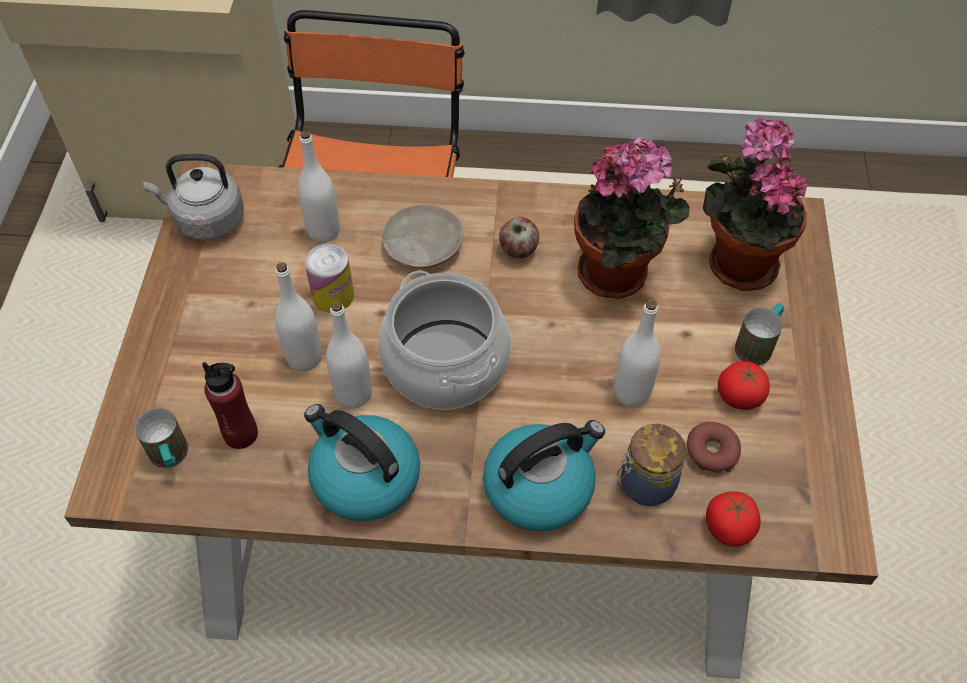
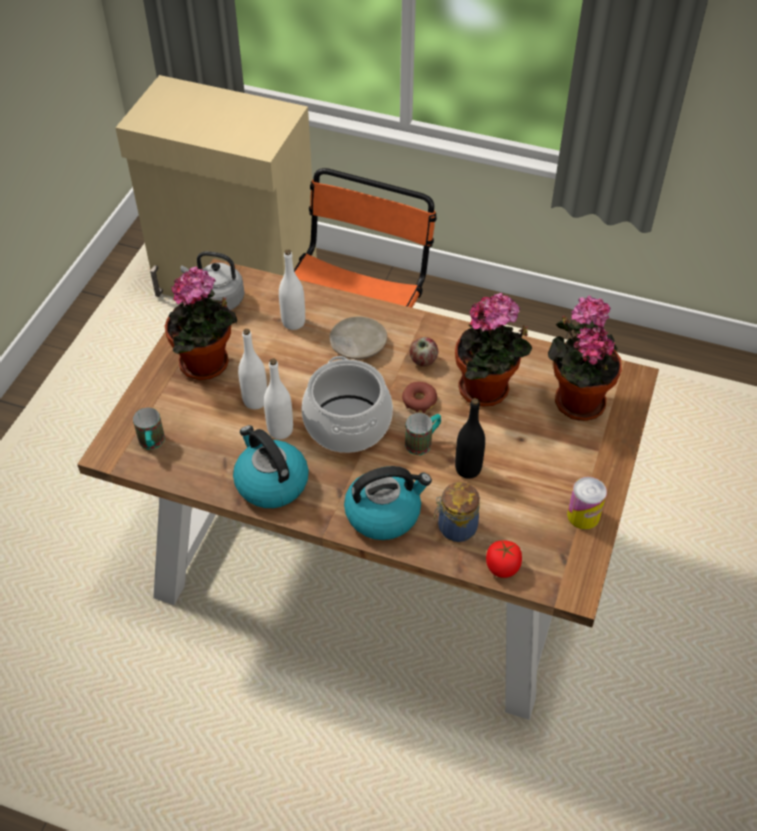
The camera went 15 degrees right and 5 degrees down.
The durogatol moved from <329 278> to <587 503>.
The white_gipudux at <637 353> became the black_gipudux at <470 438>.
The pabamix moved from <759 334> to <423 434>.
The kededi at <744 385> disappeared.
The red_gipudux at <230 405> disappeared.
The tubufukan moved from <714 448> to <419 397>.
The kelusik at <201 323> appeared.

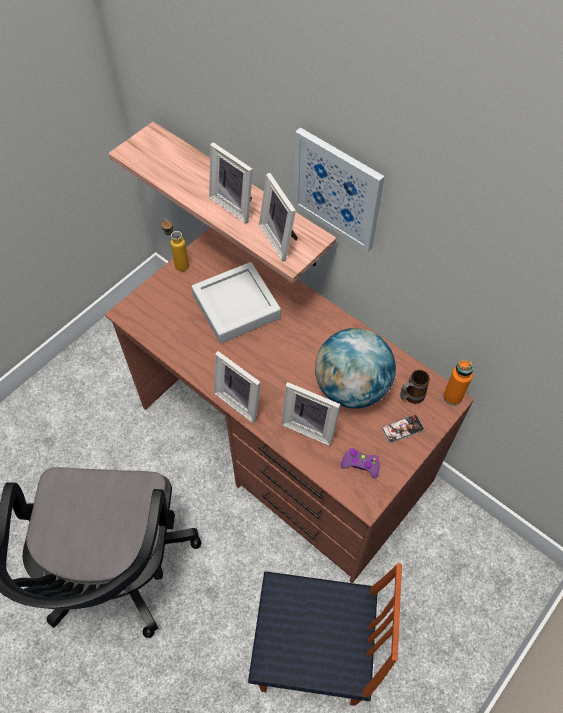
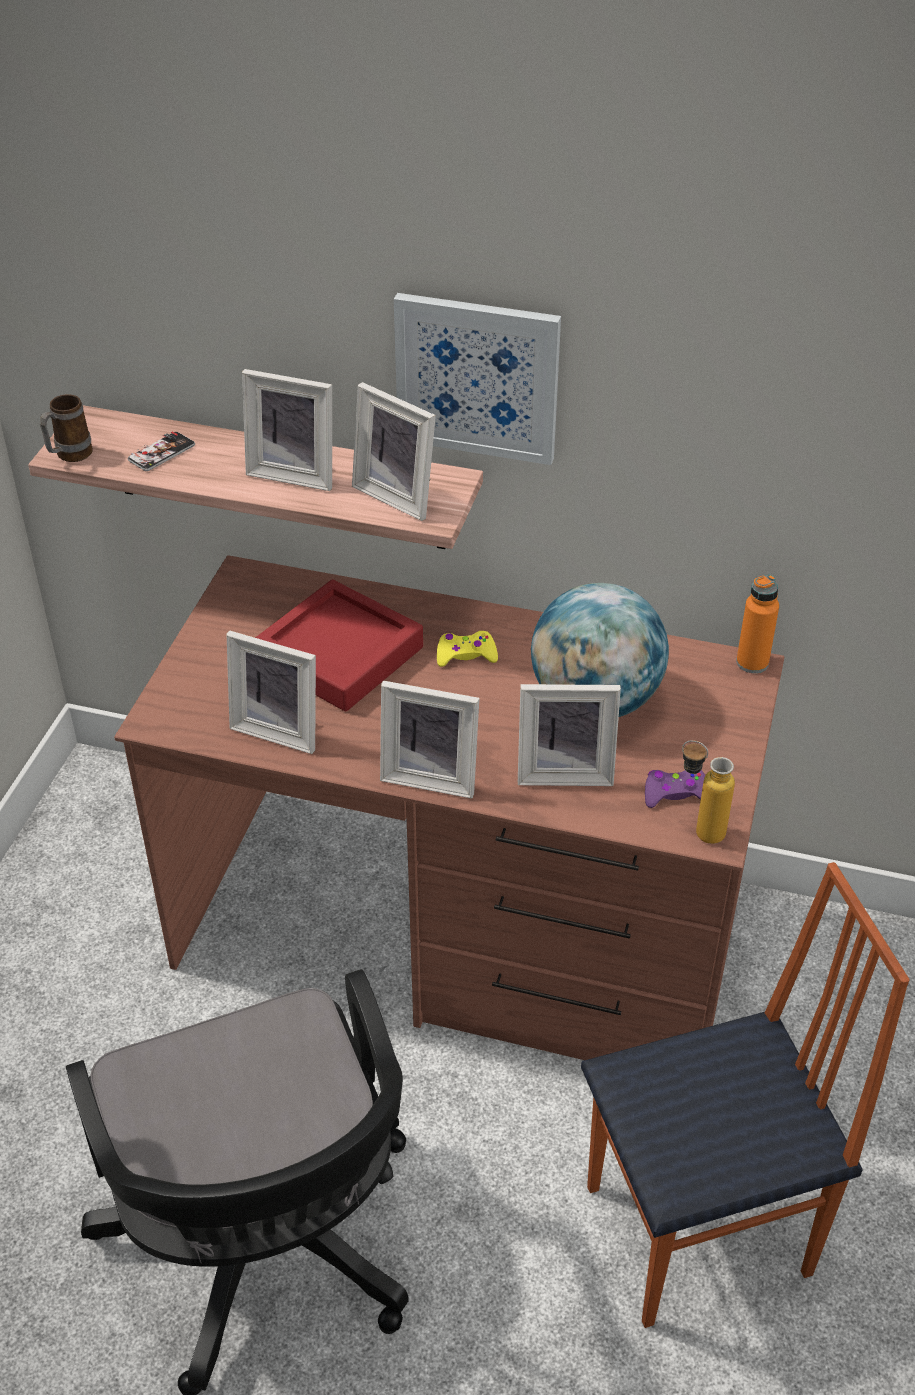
The camera went 25 degrees left and 15 degrees down.
The gipudux moved from <175 245> to <708 792>.
The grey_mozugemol at <236 303> became the red_mozugemol at <339 645>.
The pabamix moved from <415 387> to <66 428>.
The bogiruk moved from <403 429> to <161 451>.
The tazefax at <271 692> appeared.
The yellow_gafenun at <467 649> appeared.

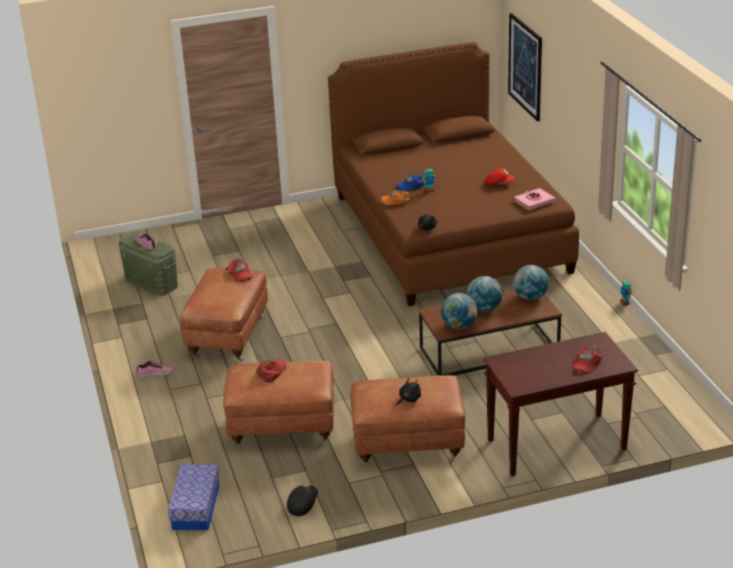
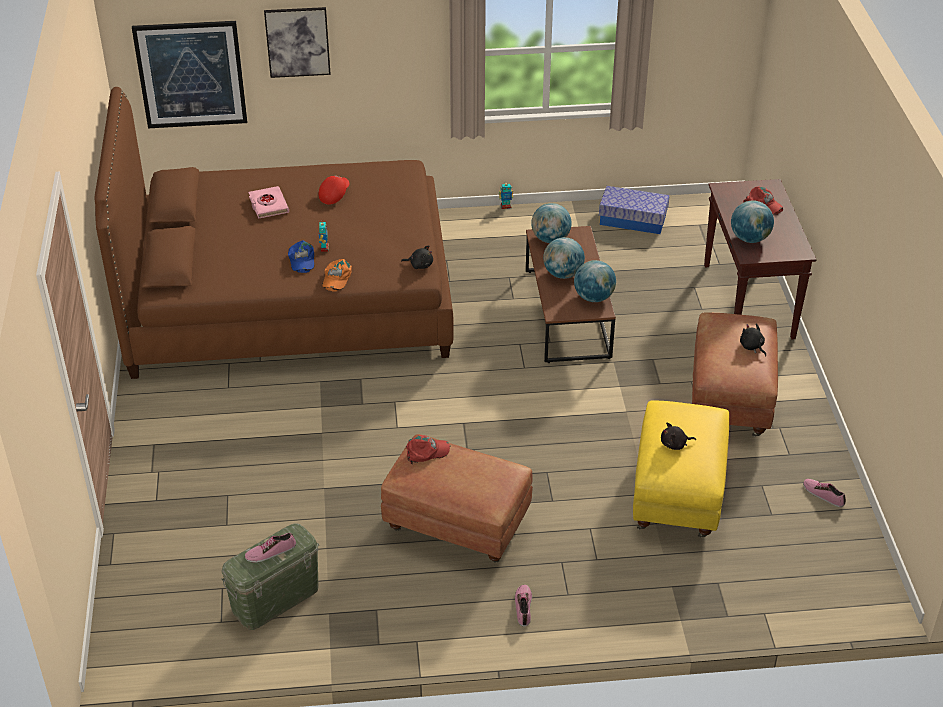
The camera went 80 degrees left and 10 degrees up.
The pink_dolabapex moved from <534 199> to <268 202>.
The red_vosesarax at <271 371> was replaced by the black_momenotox at <678 436>.
The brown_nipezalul at <278 402> became the yellow_nipezalul at <681 469>.
The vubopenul moved from <193 497> to <634 210>.
The black_vosesarax at <302 500> was replaced by the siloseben at <824 493>.
The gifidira at <297 42> appeared.
The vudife at <752 222> appeared.

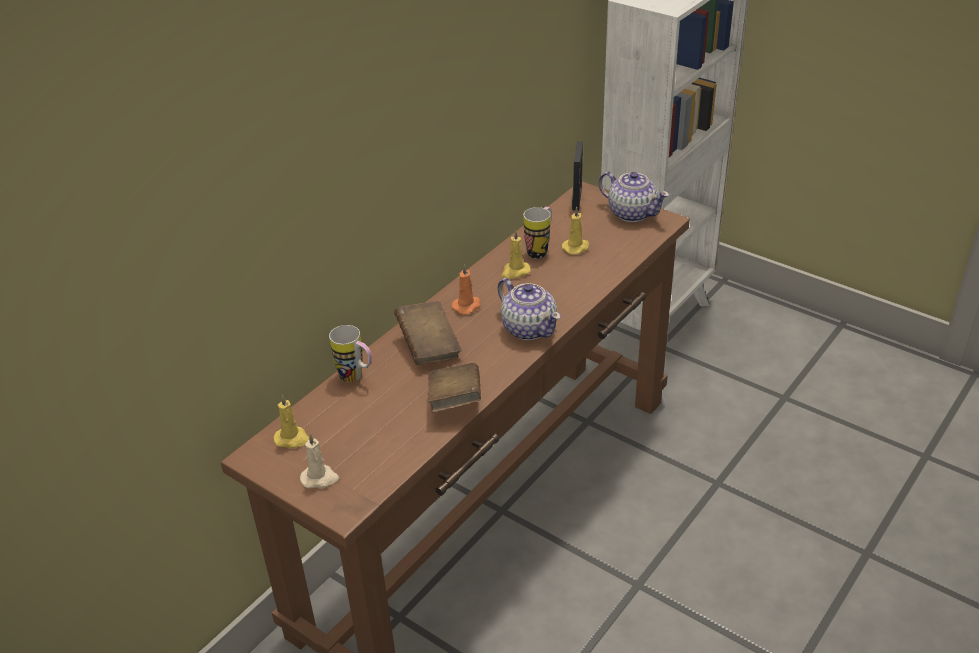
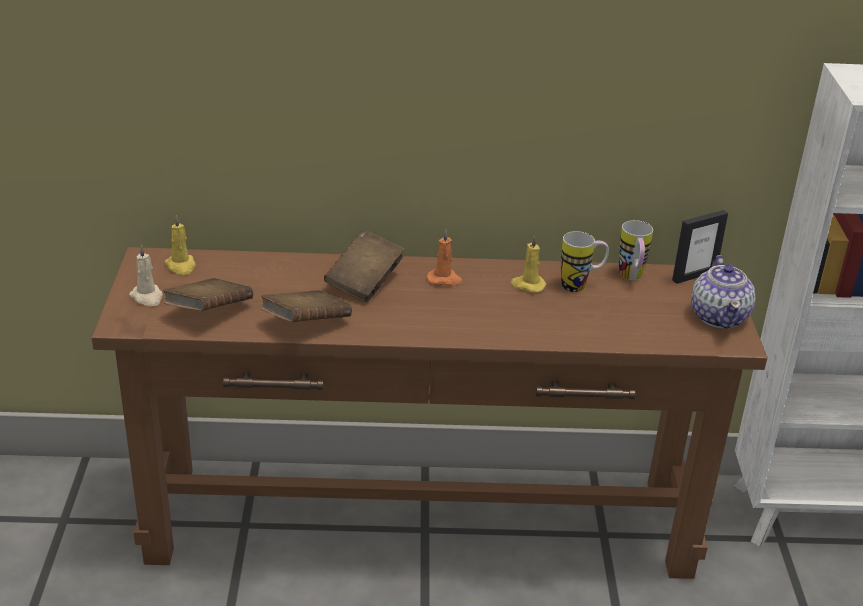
The camera went 50 degrees right and 5 degrees down.
The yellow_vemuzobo at <575 231> disappeared.
The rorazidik at <529 309> disappeared.
The pabamix moved from <350 353> to <636 250>.
The brown_dolabapex at <208 294> appeared.

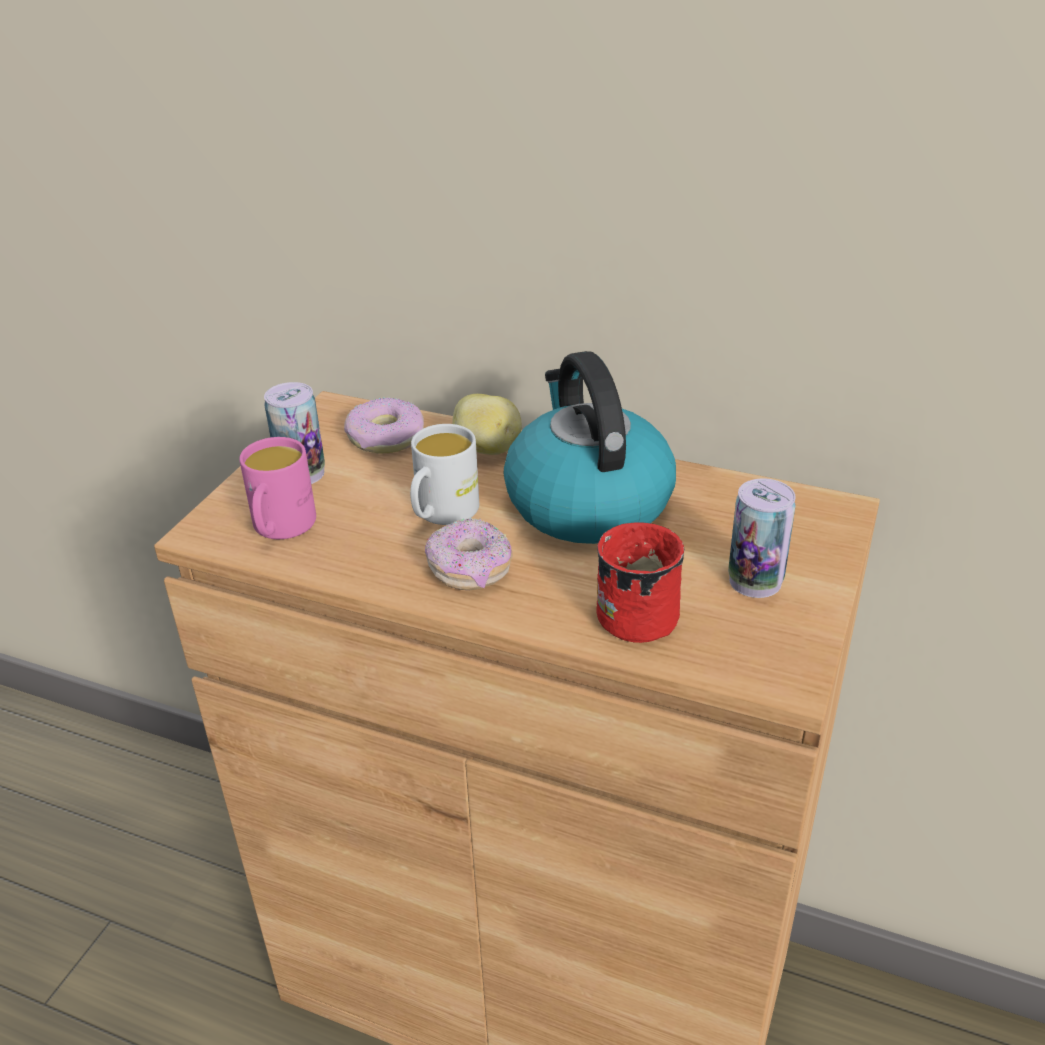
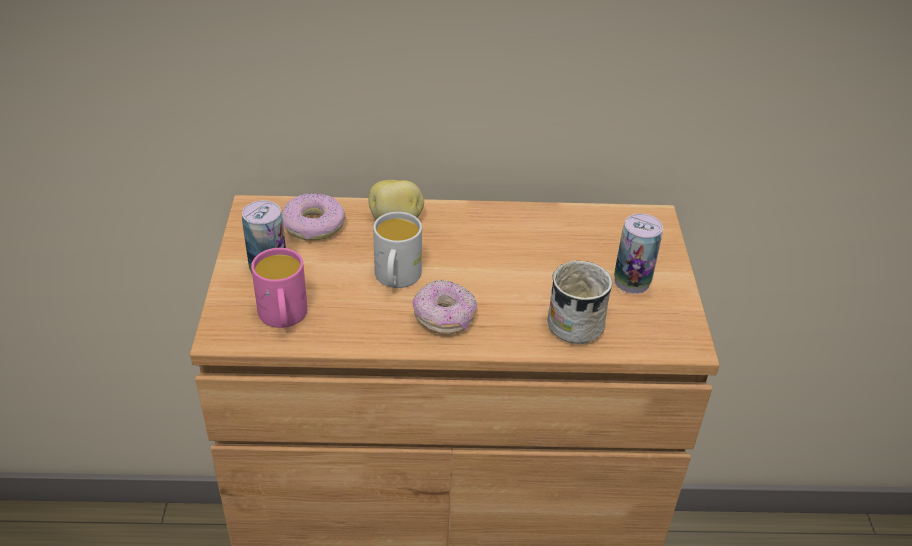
The camera went 25 degrees left and 5 degrees up.
The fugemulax at <590 447> disappeared.
The red_pabamix at <640 582> became the white_pabamix at <580 302>.

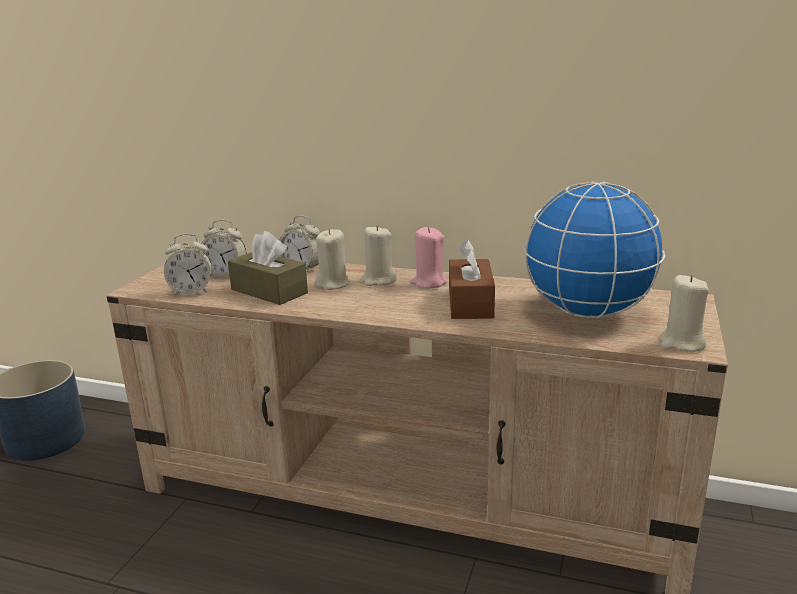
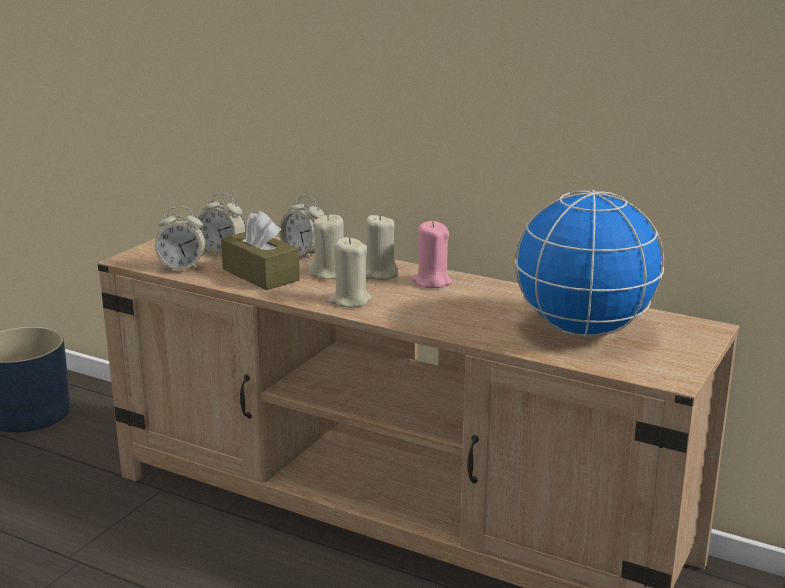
The camera went 10 degrees right and 0 degrees up.
The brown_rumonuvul at <472 279> disappeared.
The beige_vemuzobo moved from <684 313> to <349 272>.

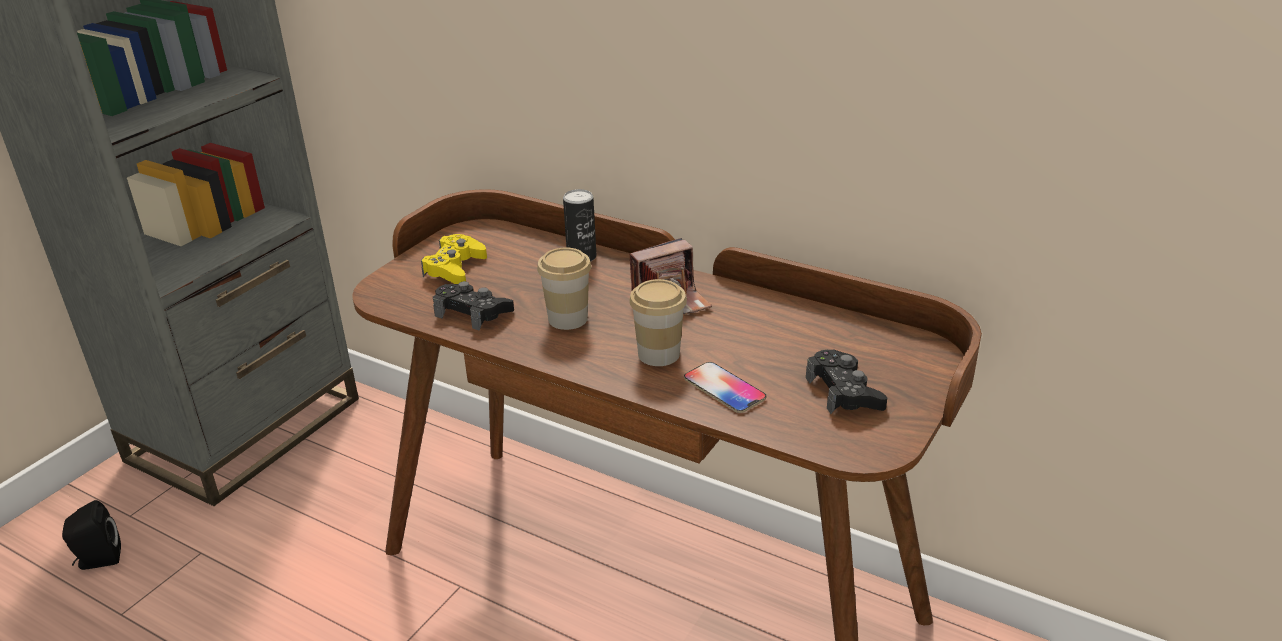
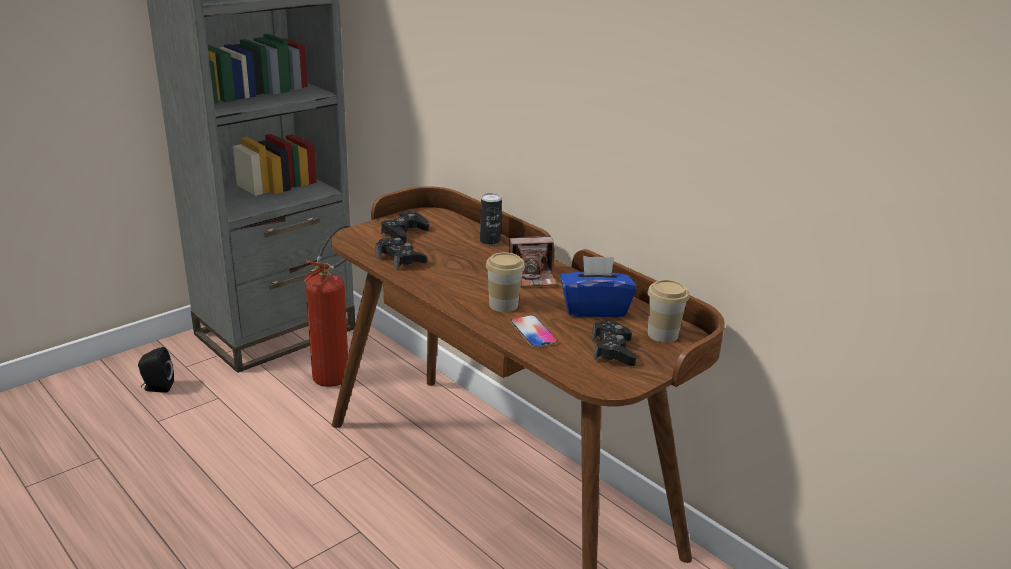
The camera went 15 degrees right and 5 degrees down.
The yellow_gafenun at <454 259> became the black_gafenun at <405 227>.
The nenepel moved from <564 288> to <668 311>.
The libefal at <326 306> appeared.
The blue_rumonuvul at <598 286> appeared.

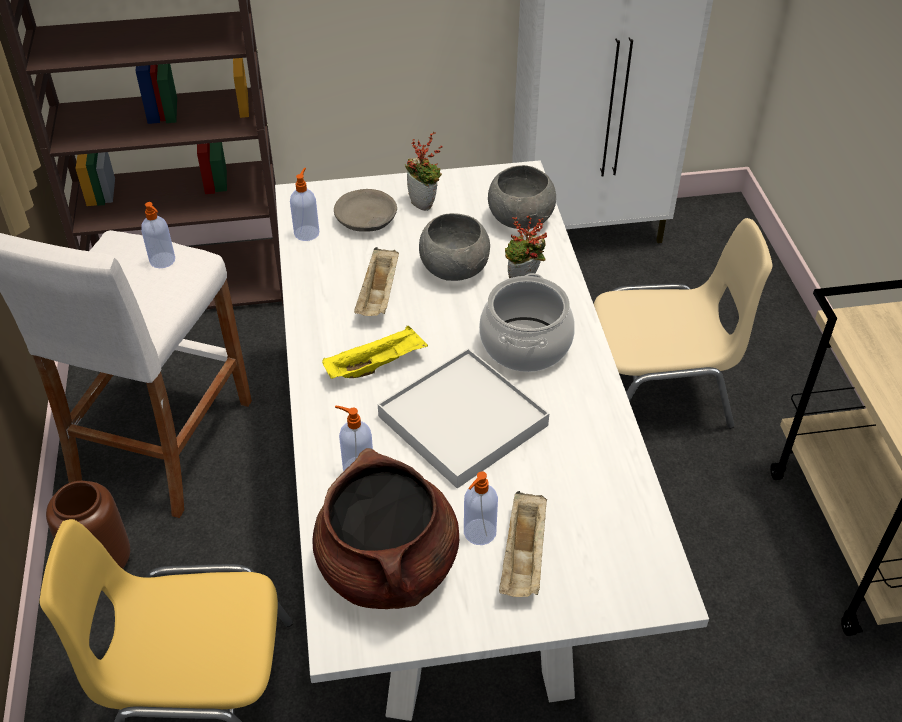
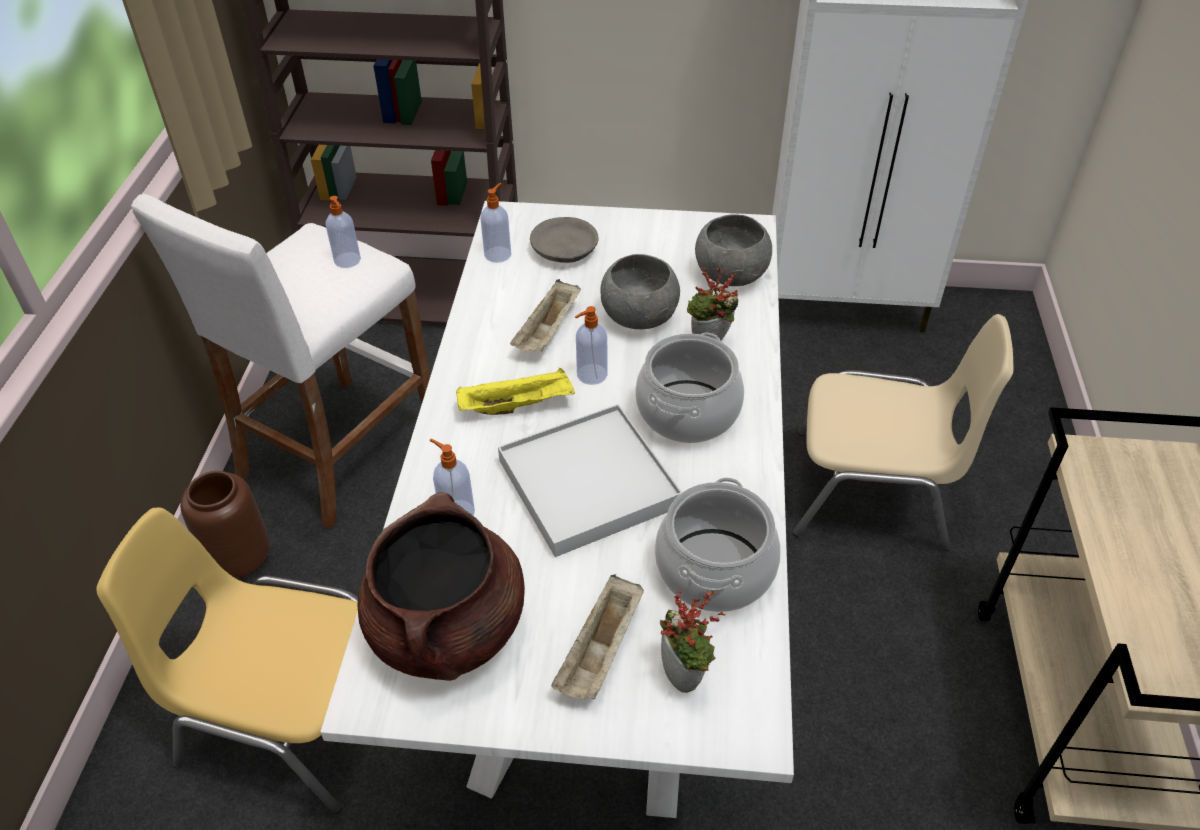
The camera went 15 degrees right and 0 degrees up.
The kelusik moved from <423 171> to <692 641>.
The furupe moved from <481 508> to <591 345>.
The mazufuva at <718 544> appeared.

